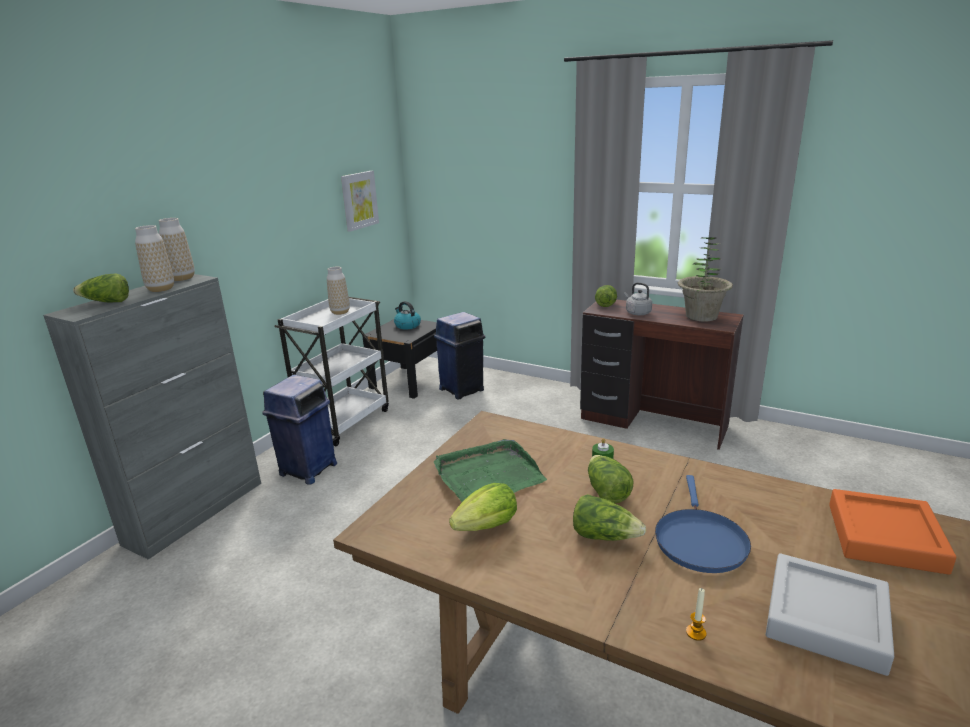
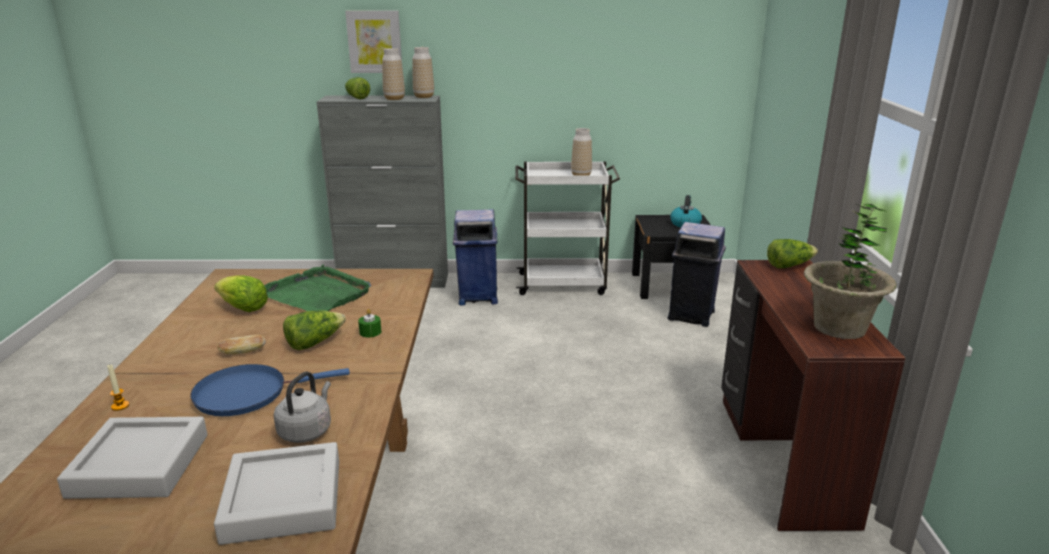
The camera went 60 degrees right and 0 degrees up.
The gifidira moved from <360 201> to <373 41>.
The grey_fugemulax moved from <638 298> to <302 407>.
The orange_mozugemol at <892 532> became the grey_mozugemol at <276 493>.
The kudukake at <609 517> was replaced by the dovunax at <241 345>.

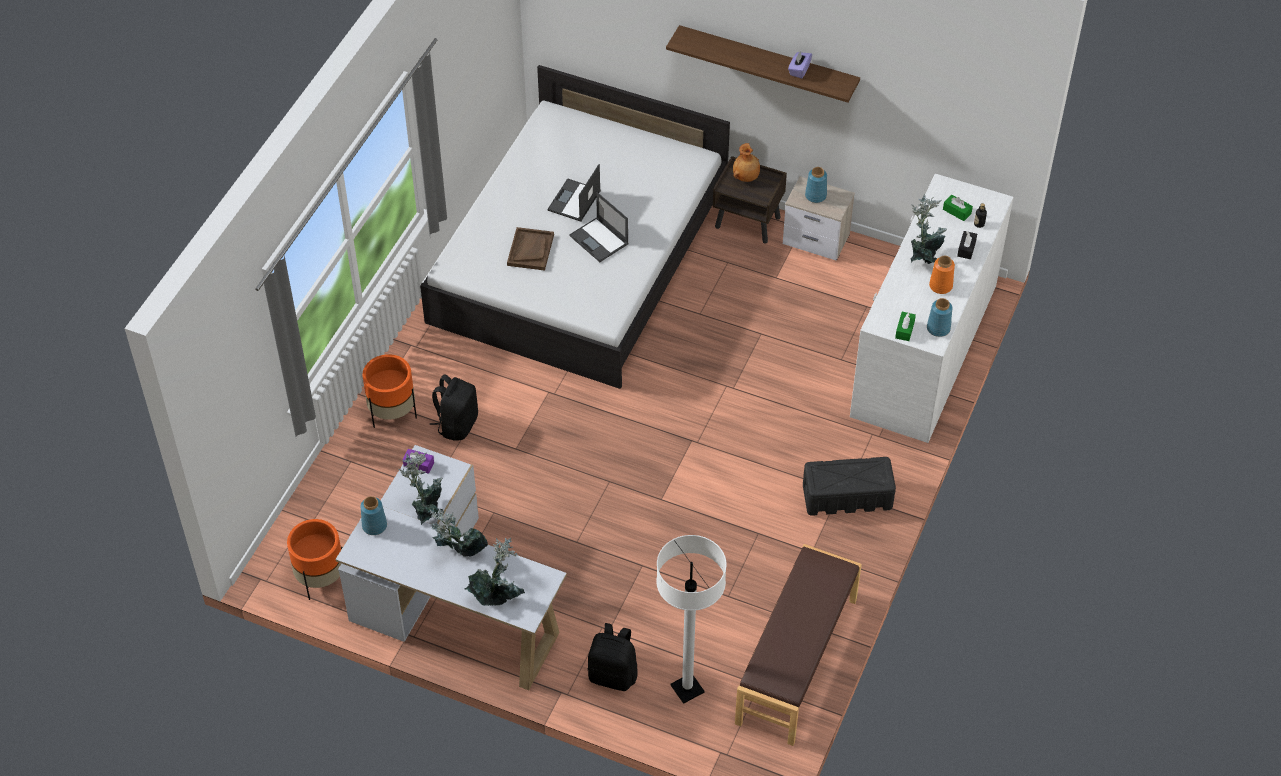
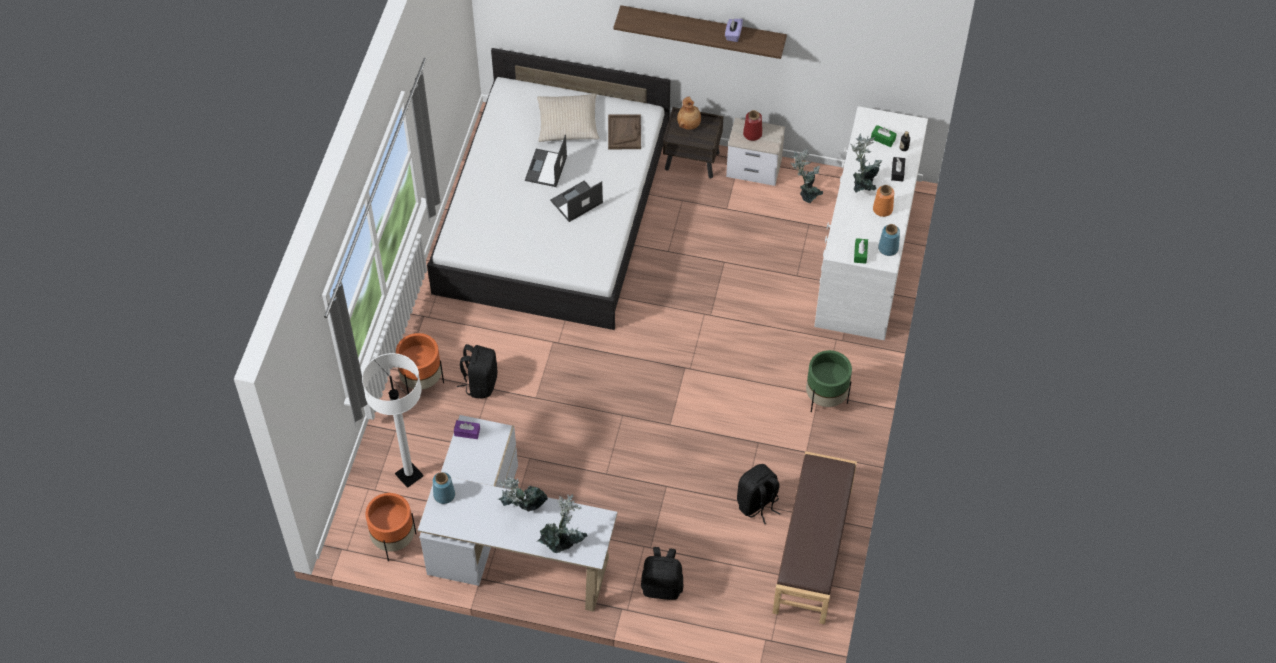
The camera went 10 degrees left and 5 degrees up.
The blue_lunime at <816 185> became the red_lunime at <752 125>.
The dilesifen at <599 227> turned 105 degrees clockwise.
The brown_mozugemol moved from <530 249> to <624 131>.
The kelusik moved from <421 489> to <807 176>.
The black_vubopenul at <849 486> was replaced by the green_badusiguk at <829 381>.
The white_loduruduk moved from <691 619> to <393 420>.
The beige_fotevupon at <568 117> appeared.
The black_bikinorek at <758 494> appeared.

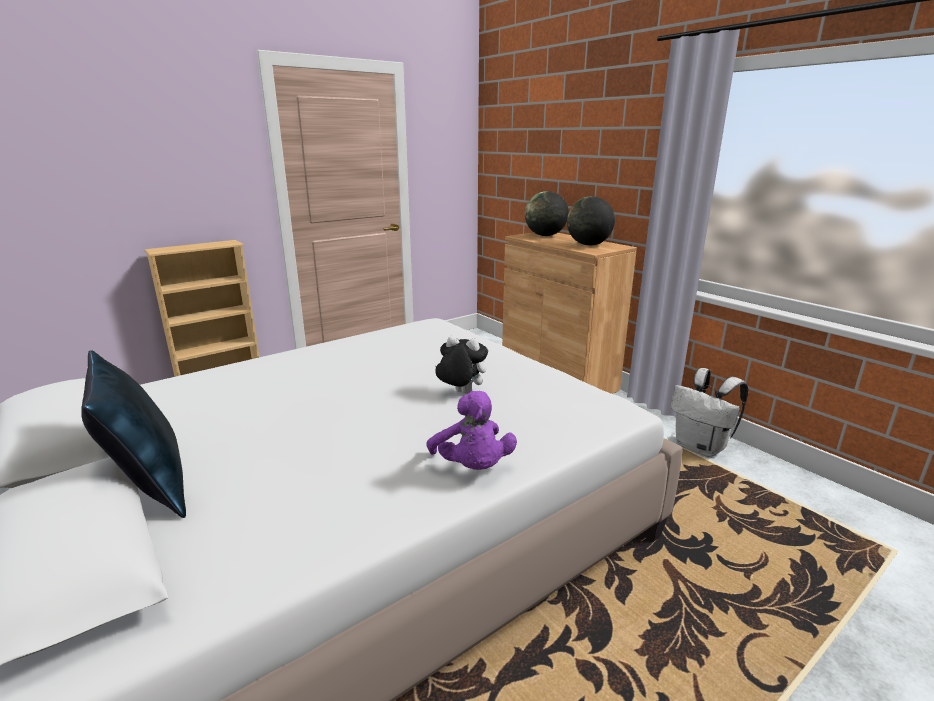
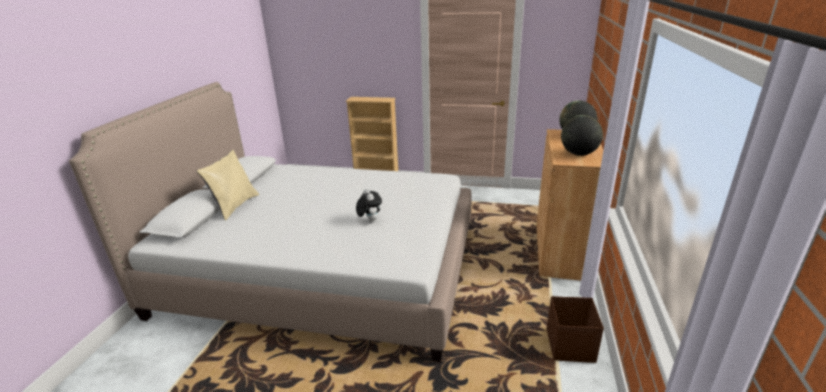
The camera went 50 degrees right and 5 degrees up.
The blue_fotevupon at <133 434> became the beige_fotevupon at <228 185>.
The white_bikinorek at <709 412> was replaced by the brown_vubopenul at <575 329>.
The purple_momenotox at <471 430> disappeared.

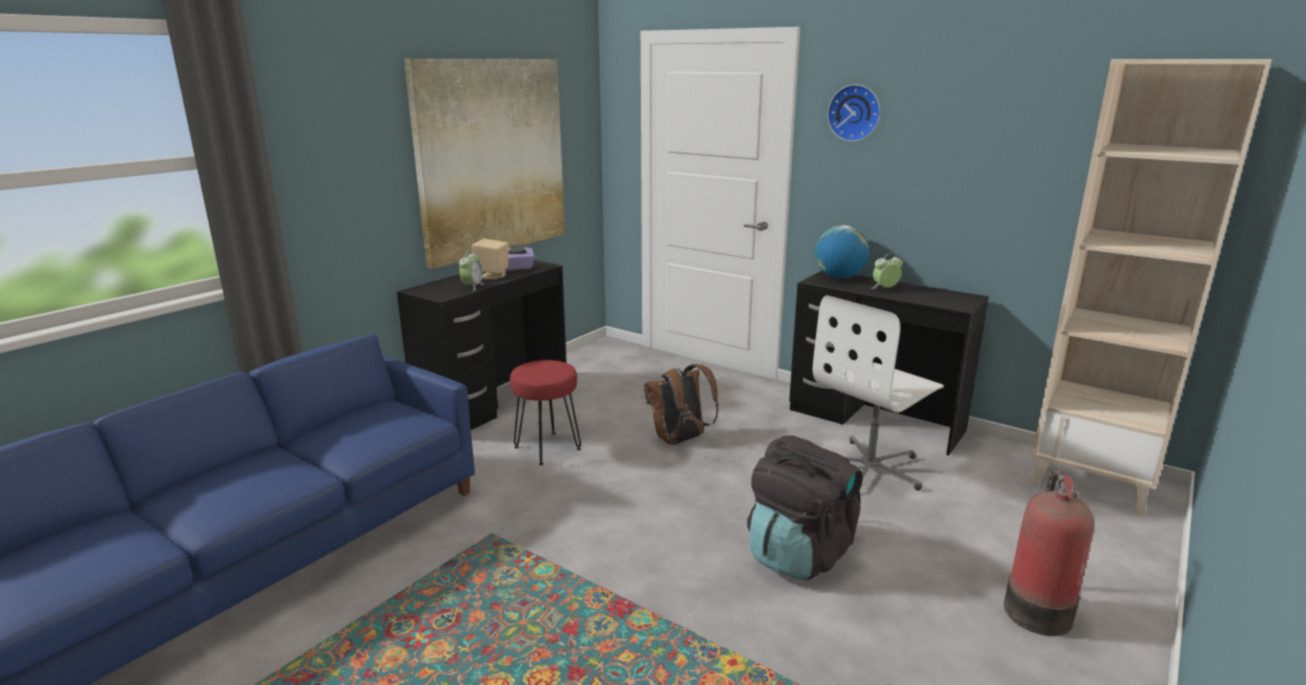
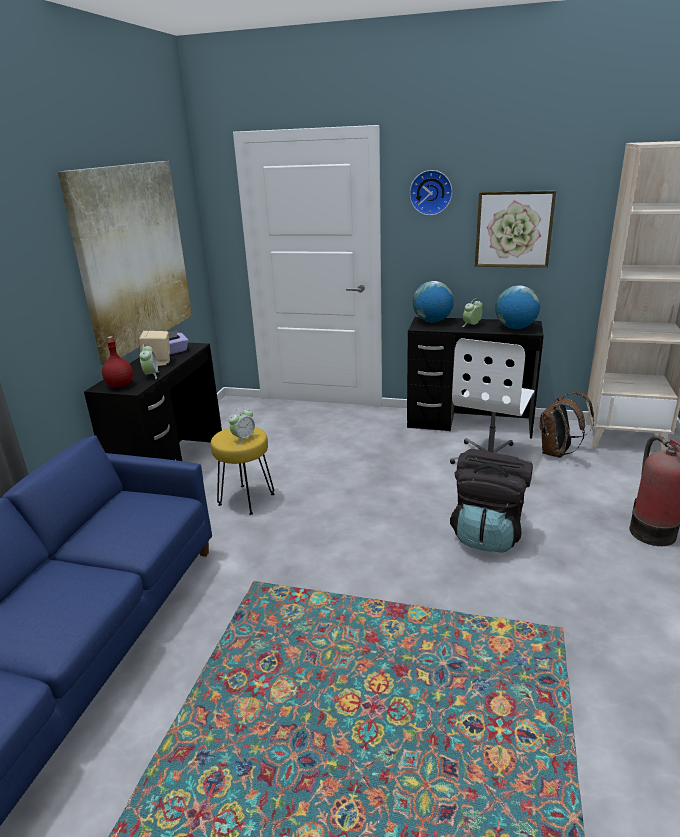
The camera went 20 degrees left and 5 degrees up.
The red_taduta at <545 412> became the yellow_taduta at <242 471>.
The brown_bikinorek moved from <681 404> to <567 425>.
The gifidira at <515 229> appeared.
The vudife at <517 307> appeared.
The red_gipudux at <117 362> appeared.
The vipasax at <242 426> appeared.

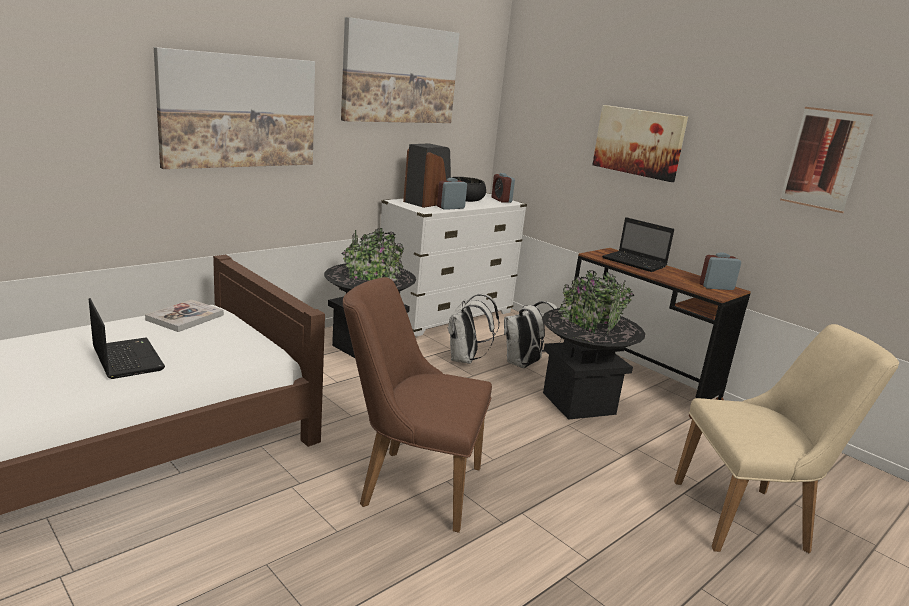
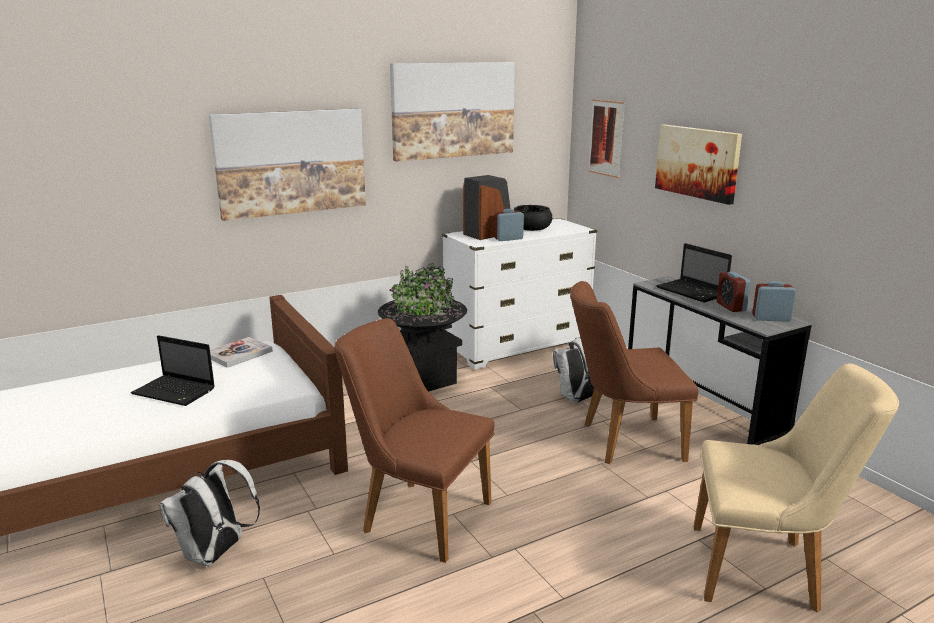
The camera went 15 degrees right and 0 degrees up.
The gifidira moved from <826 160> to <606 138>.
The vipasax moved from <503 188> to <734 292>.
The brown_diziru at <662 333> became the grey_diziru at <720 360>.
The black_badusiguk at <593 345> was replaced by the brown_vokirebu at <634 372>.
The white_bikinorek moved from <474 329> to <209 513>.
The dilesifen at <127 338> turned 135 degrees clockwise.

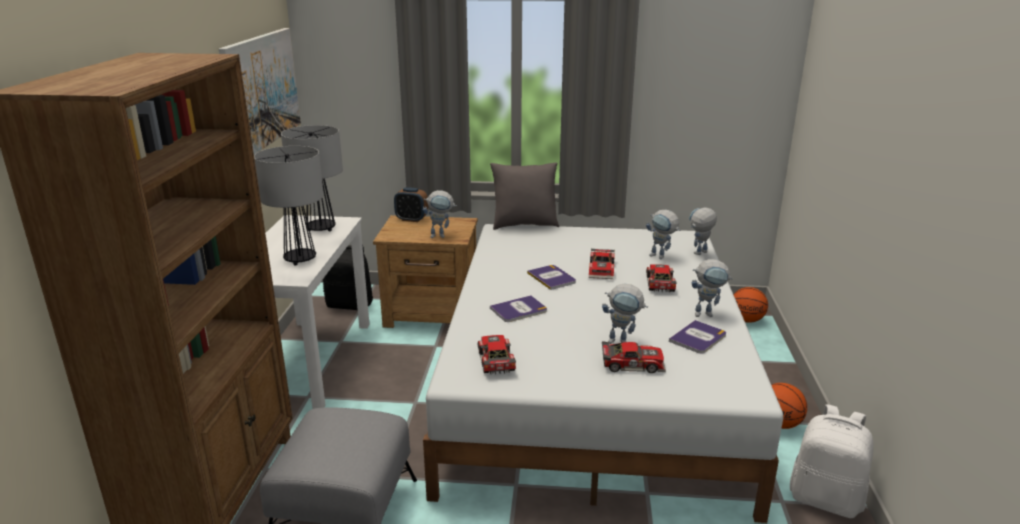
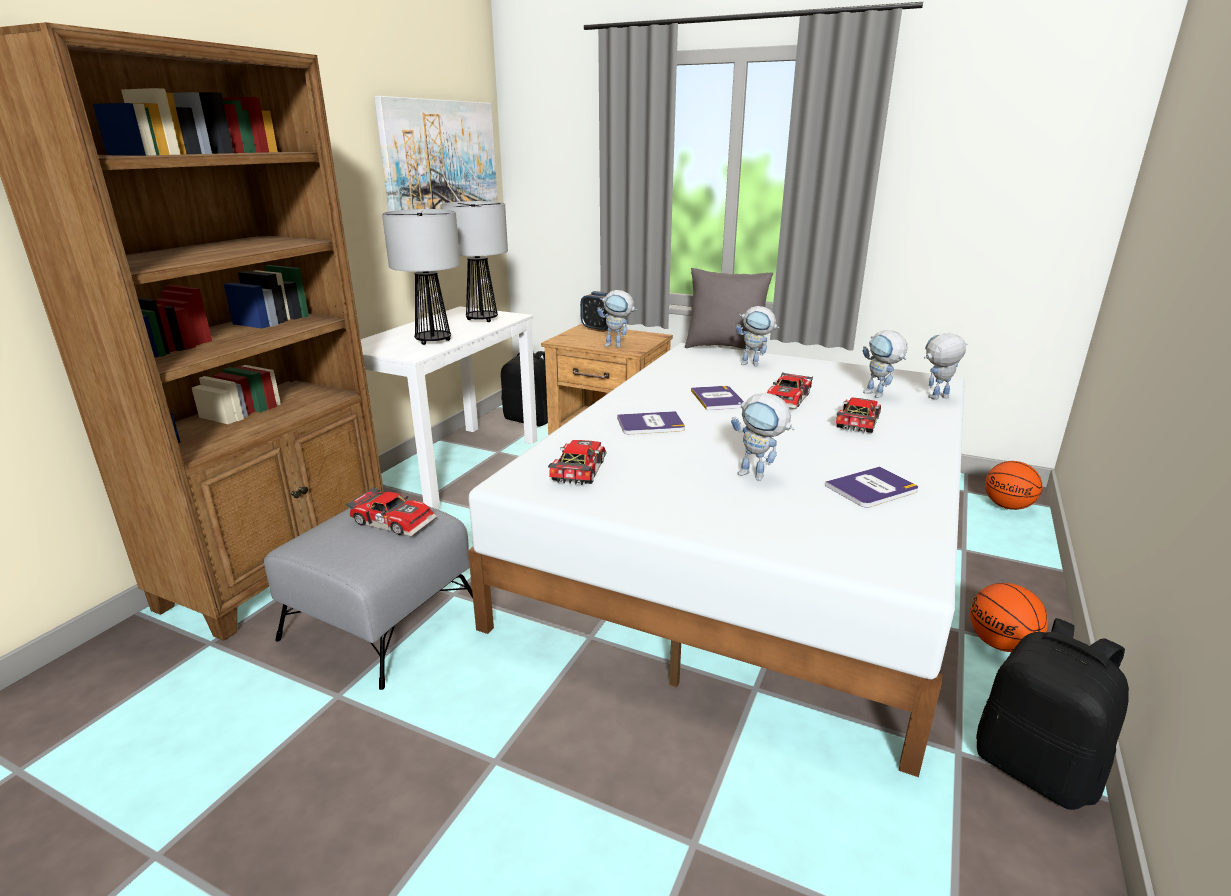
The camera went 20 degrees right and 0 degrees up.
The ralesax moved from <712 288> to <757 336>.
The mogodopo moved from <634 357> to <391 512>.
The white_bikinorek at <832 461> became the black_bikinorek at <1052 714>.

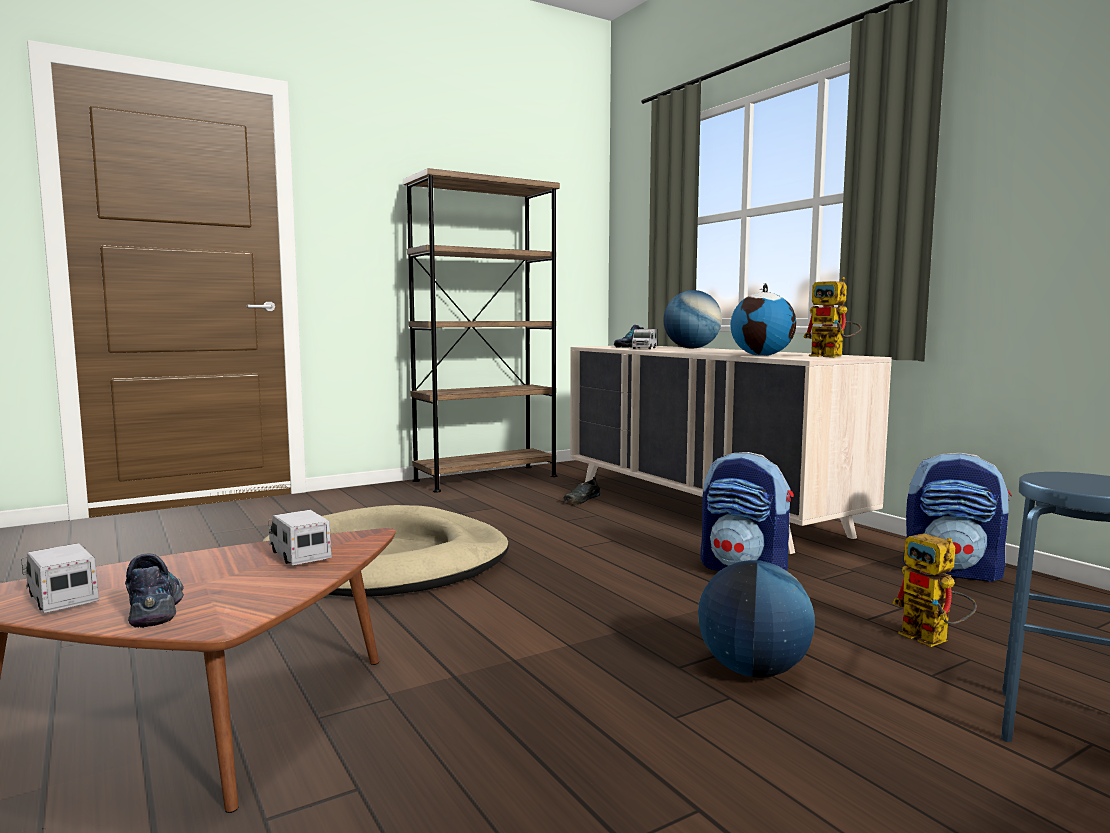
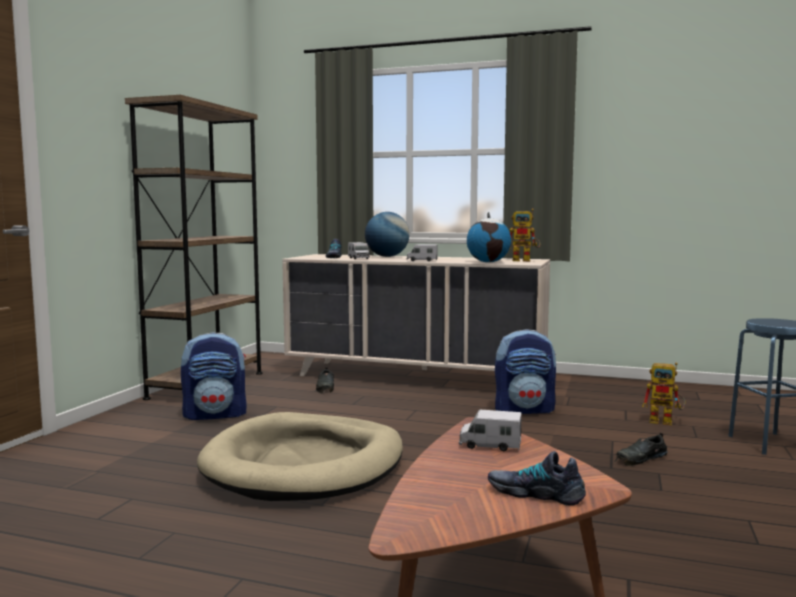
The camera went 40 degrees left and 0 degrees up.
The bikinorek moved from <957 517> to <214 376>.
The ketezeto moved from <60 578> to <422 252>.
The vudife at <756 619> was replaced by the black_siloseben at <641 449>.

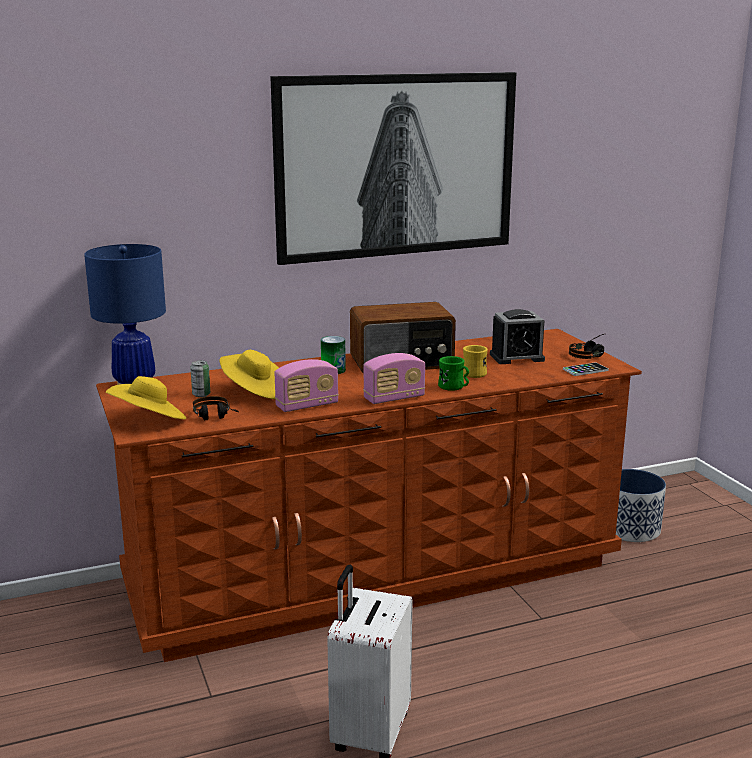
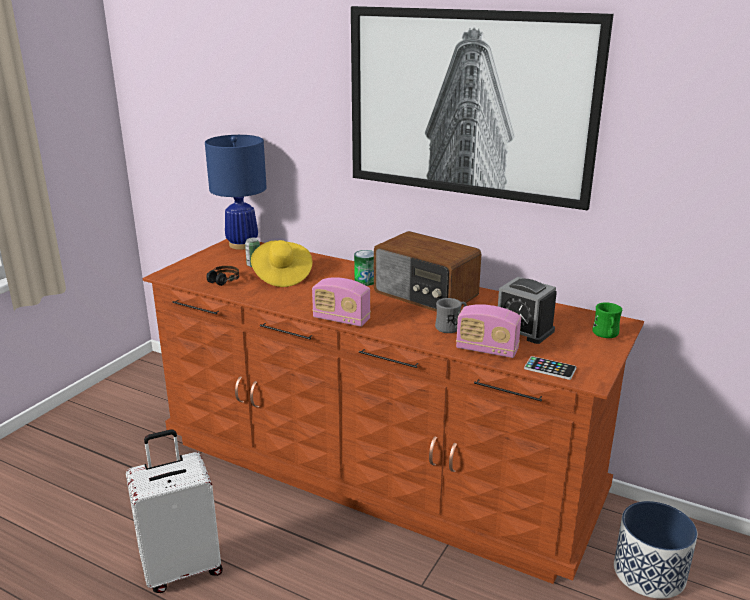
The camera went 50 degrees right and 5 degrees up.
The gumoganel at <586 346> disappeared.
The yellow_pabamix at <475 361> became the grey_pabamix at <451 315>.
The green_pabamix moved from <453 373> to <607 320>.
The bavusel moved from <306 385> to <488 331>.
The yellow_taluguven at <146 397> disappeared.

